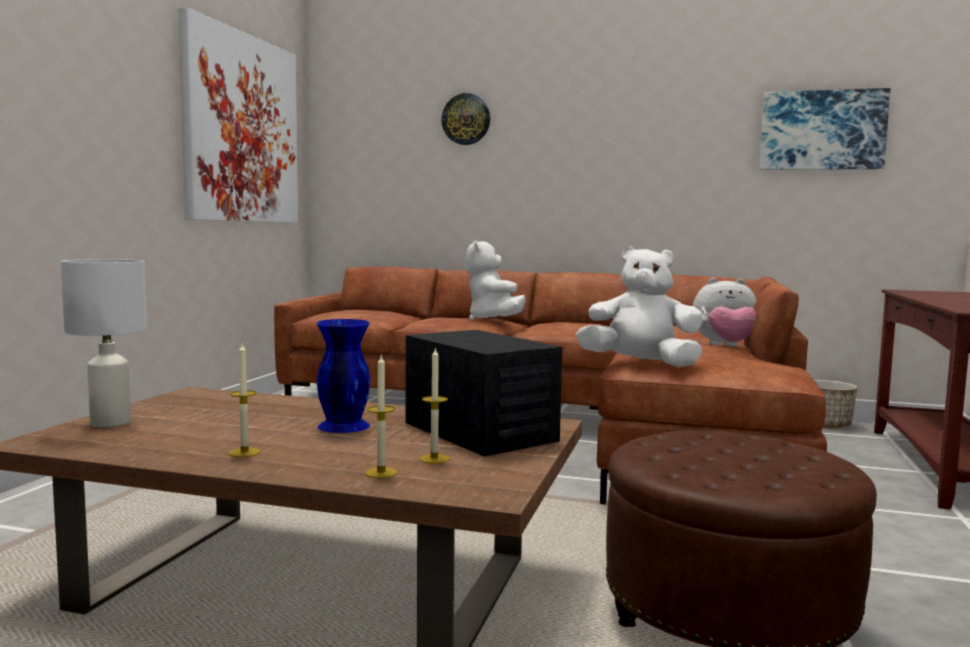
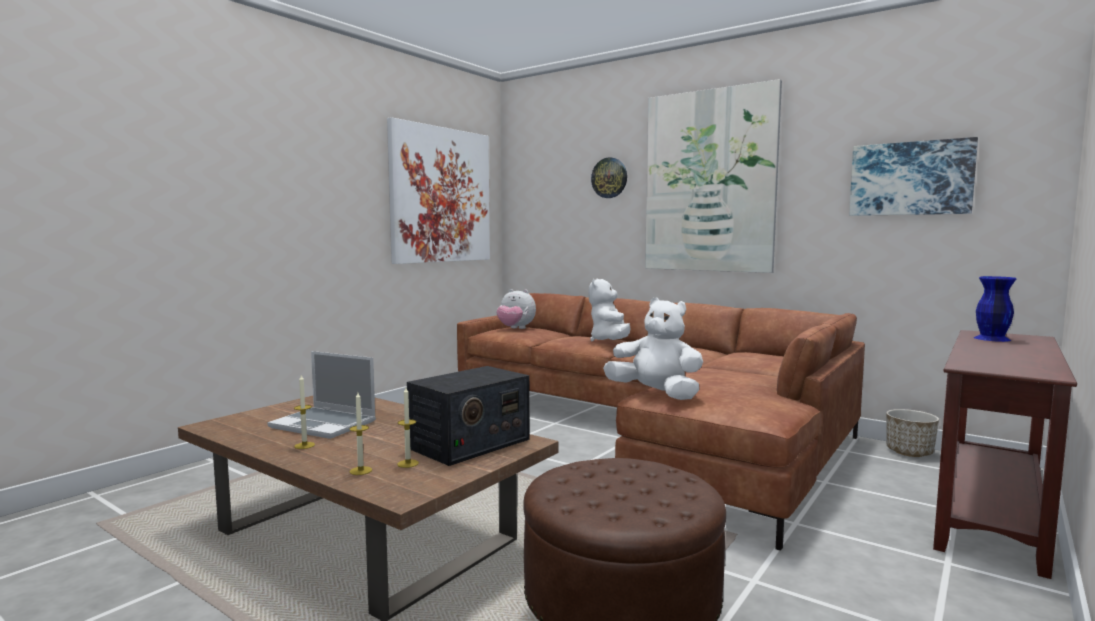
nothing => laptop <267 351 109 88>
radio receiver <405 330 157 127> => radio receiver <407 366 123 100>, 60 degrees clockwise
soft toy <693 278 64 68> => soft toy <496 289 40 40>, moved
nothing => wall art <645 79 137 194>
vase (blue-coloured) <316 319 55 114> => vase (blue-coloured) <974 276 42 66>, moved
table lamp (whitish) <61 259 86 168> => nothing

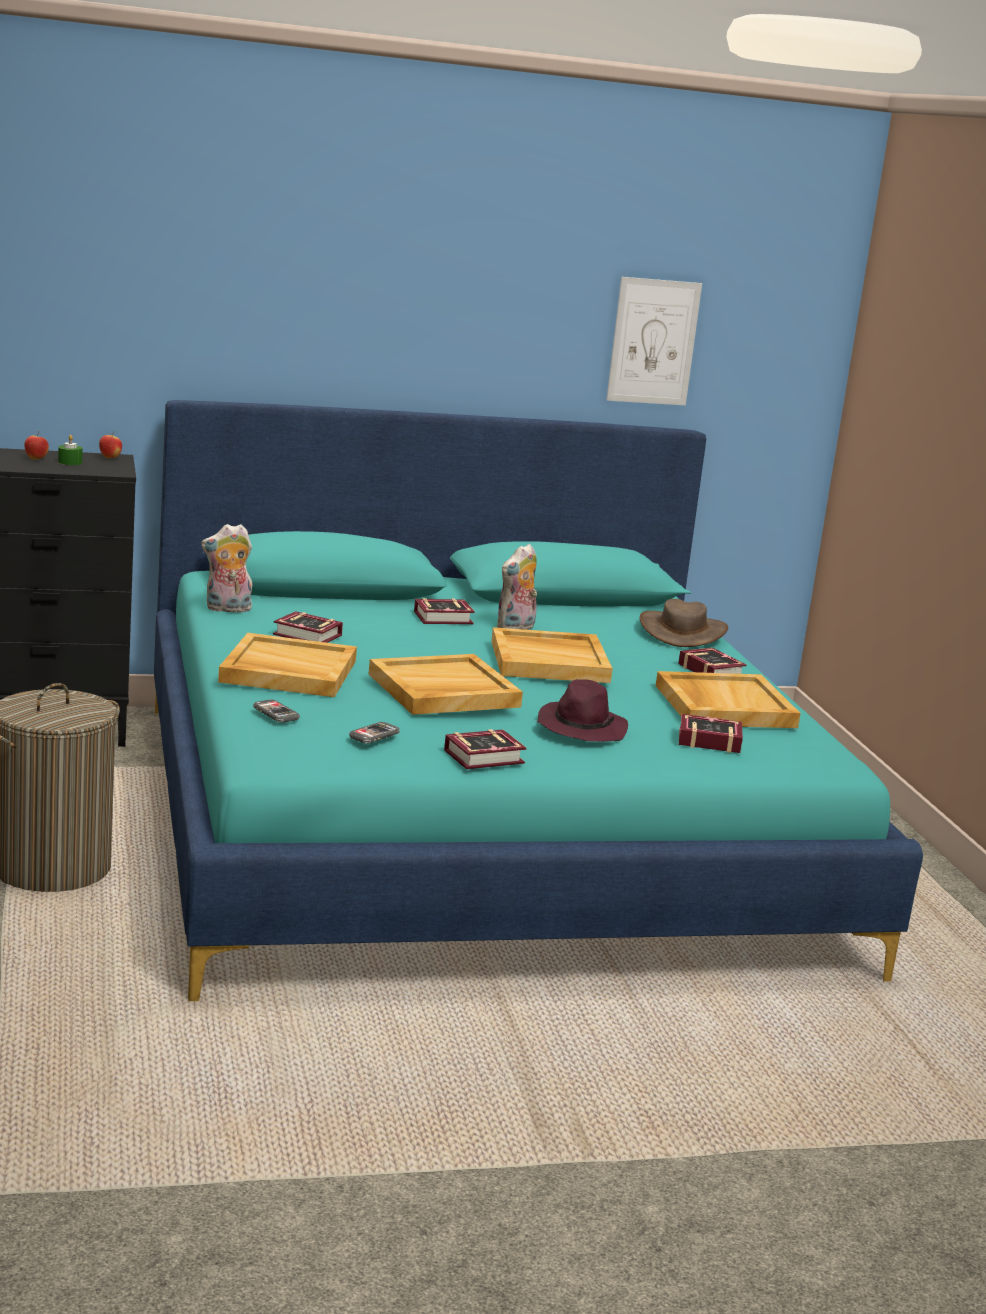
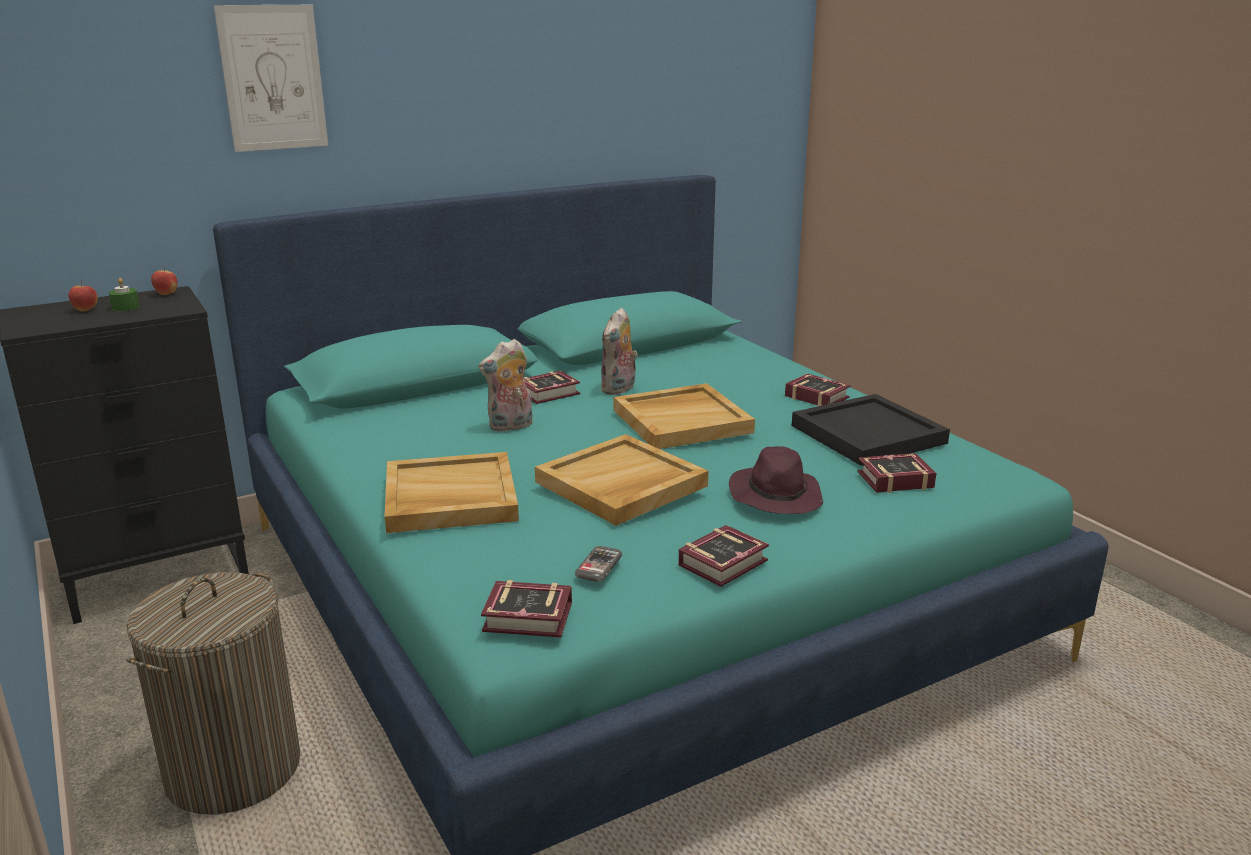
wall art <607 277 95 128> => wall art <214 5 114 147>, moved
soft toy <201 524 51 88> => soft toy <478 339 55 93>, moved
volume <273 611 70 32> => volume <481 580 91 57>, moved
carrying tray (sand-coloured) <656 671 145 57> => carrying tray (black) <792 394 158 72>
telephone <253 699 47 24> => nothing
clothing hat (brownish) <640 599 88 48> => nothing

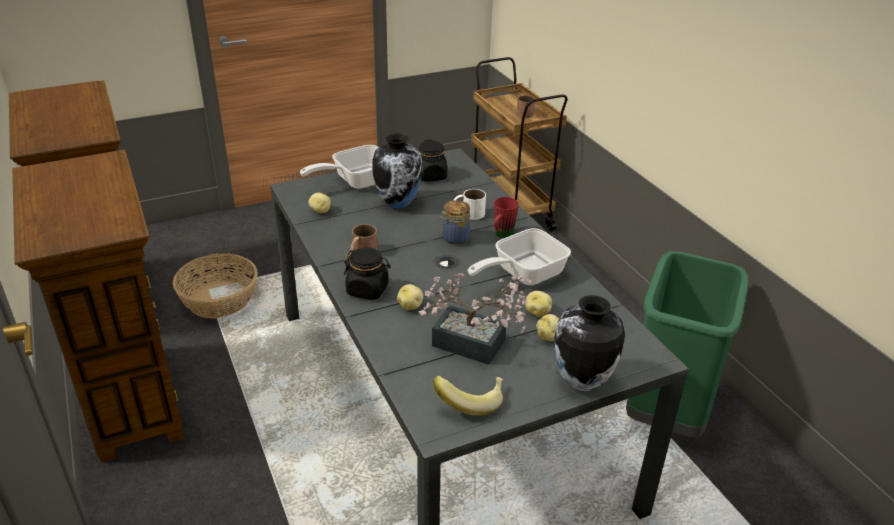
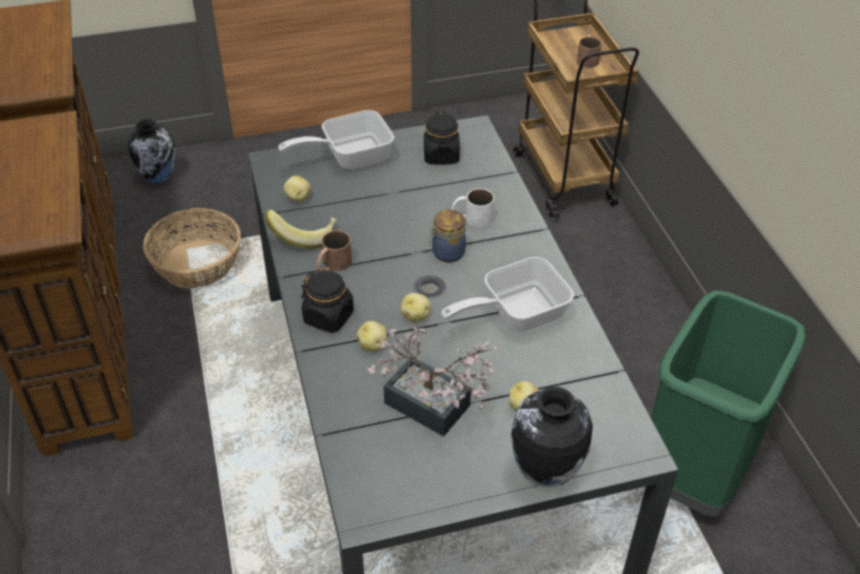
vase <372 133 51 76> => vase <128 119 47 64>, moved
banana <433 376 71 40> => banana <265 209 73 40>, moved
potato <525 291 27 25> => potato <401 293 30 29>, moved
tea mug (red-coloured) <494 197 25 41> => nothing

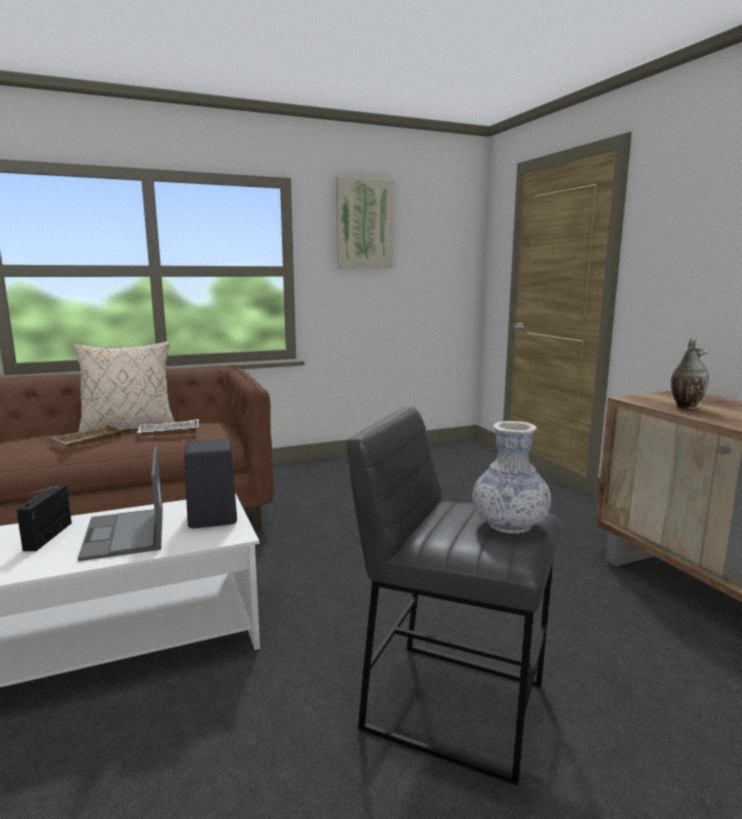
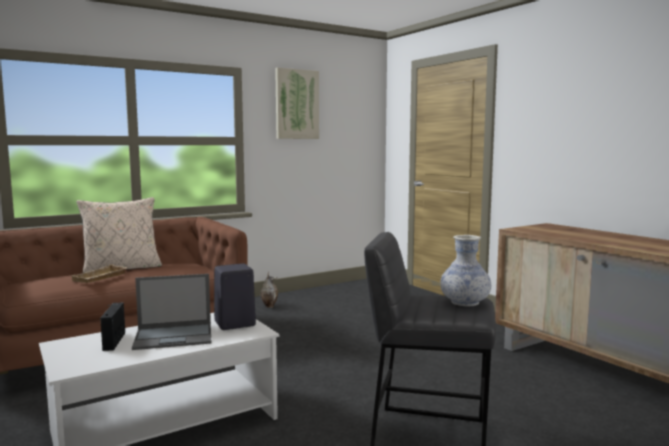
laptop <78 446 85 115> => laptop <132 274 80 76>, 75 degrees counterclockwise
vase <671 339 39 70> => vase <261 272 17 36>, moved
carrying tray (whitish) <137 419 62 18> => nothing

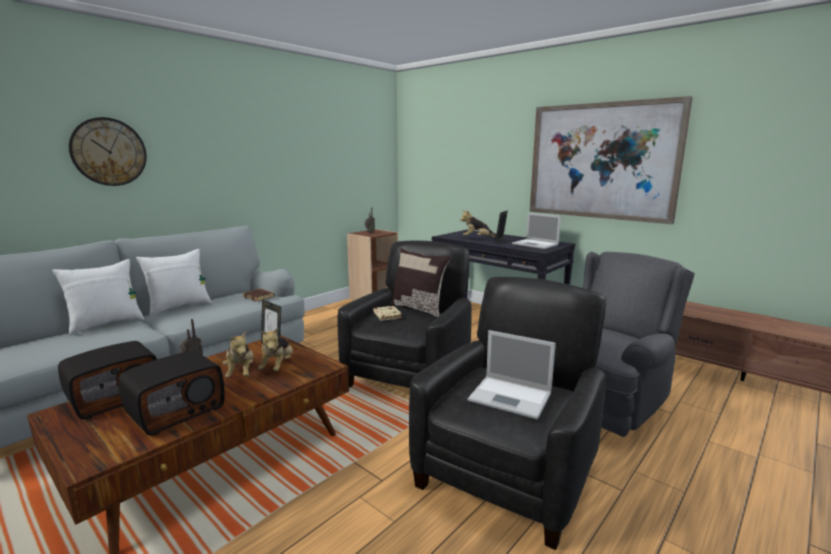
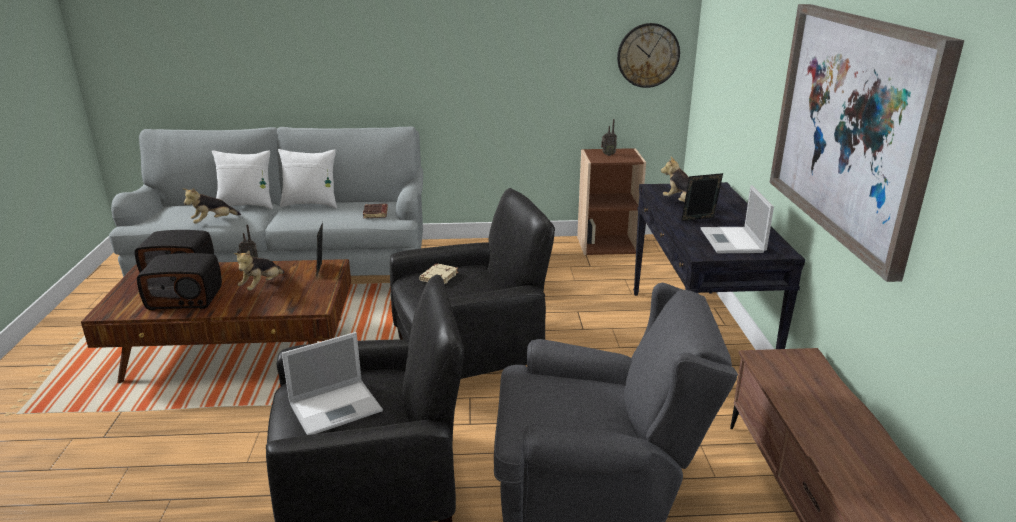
soft toy <258 327 35 44> => soft toy <182 188 59 36>, moved
laptop <468 330 88 90> => laptop <282 332 101 103>, 105 degrees counterclockwise
wall clock <69 117 78 69> => wall clock <617 23 63 65>, moved
cushion <391 248 60 69> => nothing

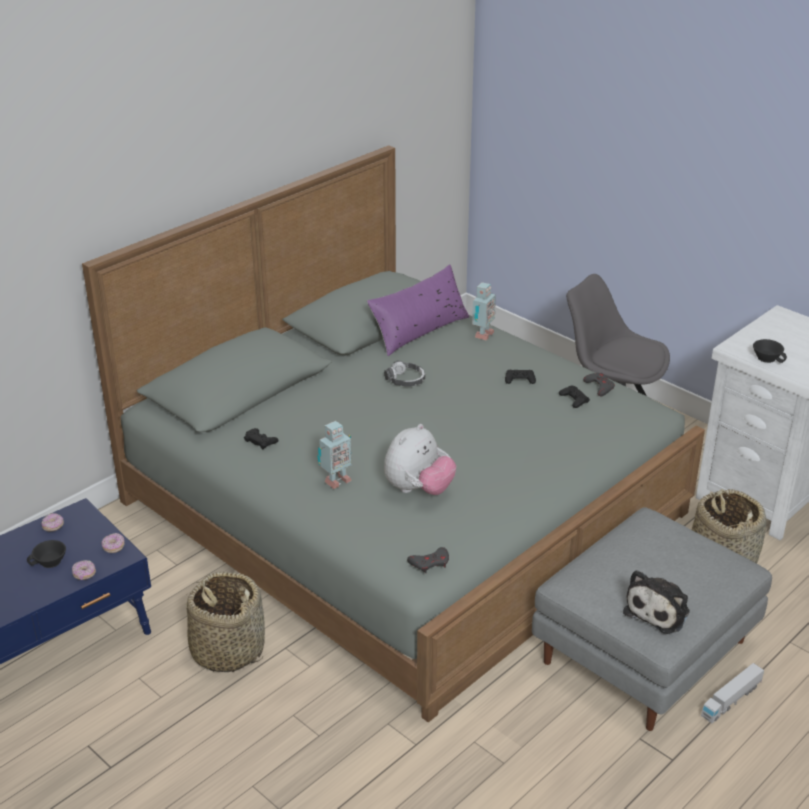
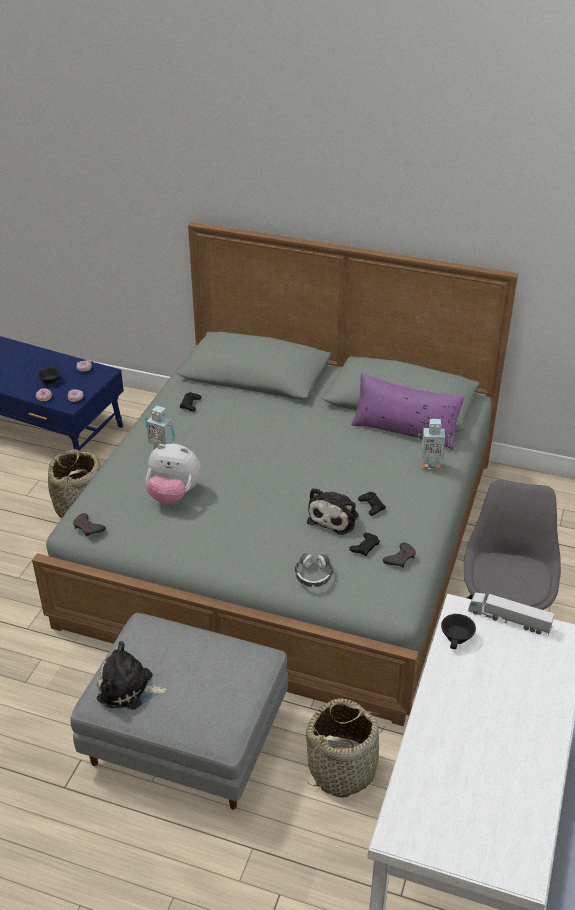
headset <384 360 41 27> => headset <295 553 38 34>, moved
nothing => soft toy <307 488 51 47>
toy lorry <701 663 63 60> => toy lorry <468 592 86 43>, moved

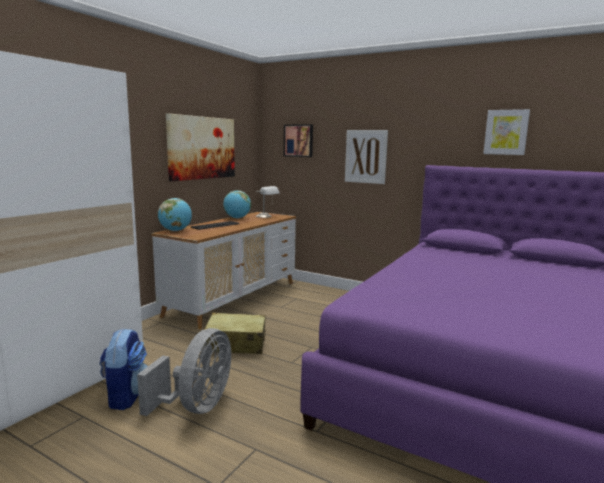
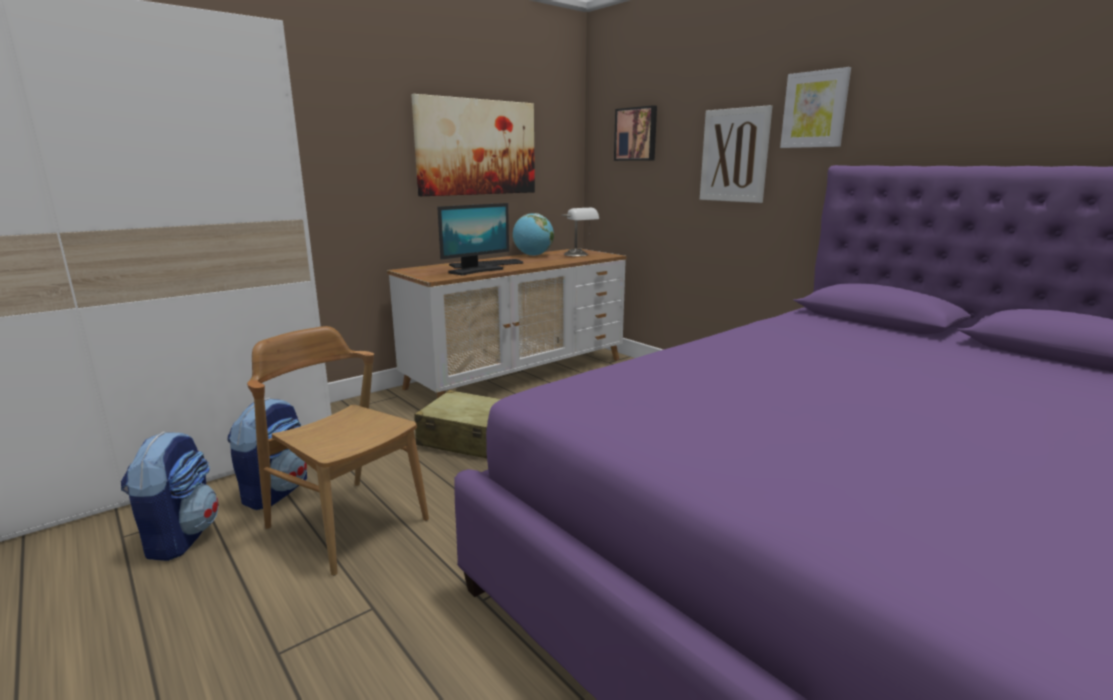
nothing => rucksack <121 431 98 130>
electric fan (gray) <137 328 94 88> => upright chair (brownish) <247 326 182 250>
nothing => computer display <437 203 72 73>
wall art <483 109 47 46> => wall art <780 67 71 81>, moved
desk globe <158 198 34 33> => nothing

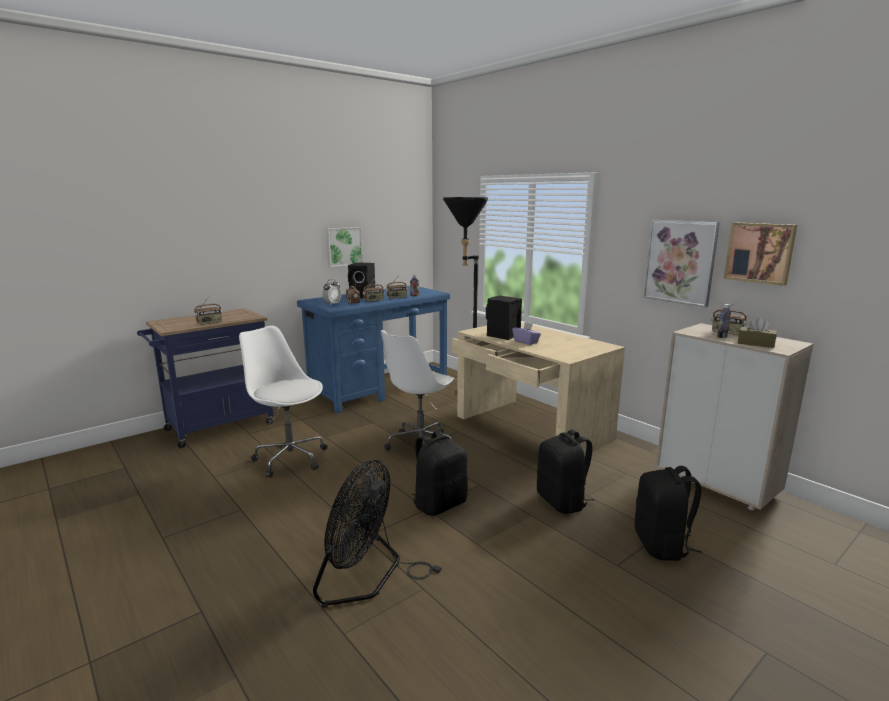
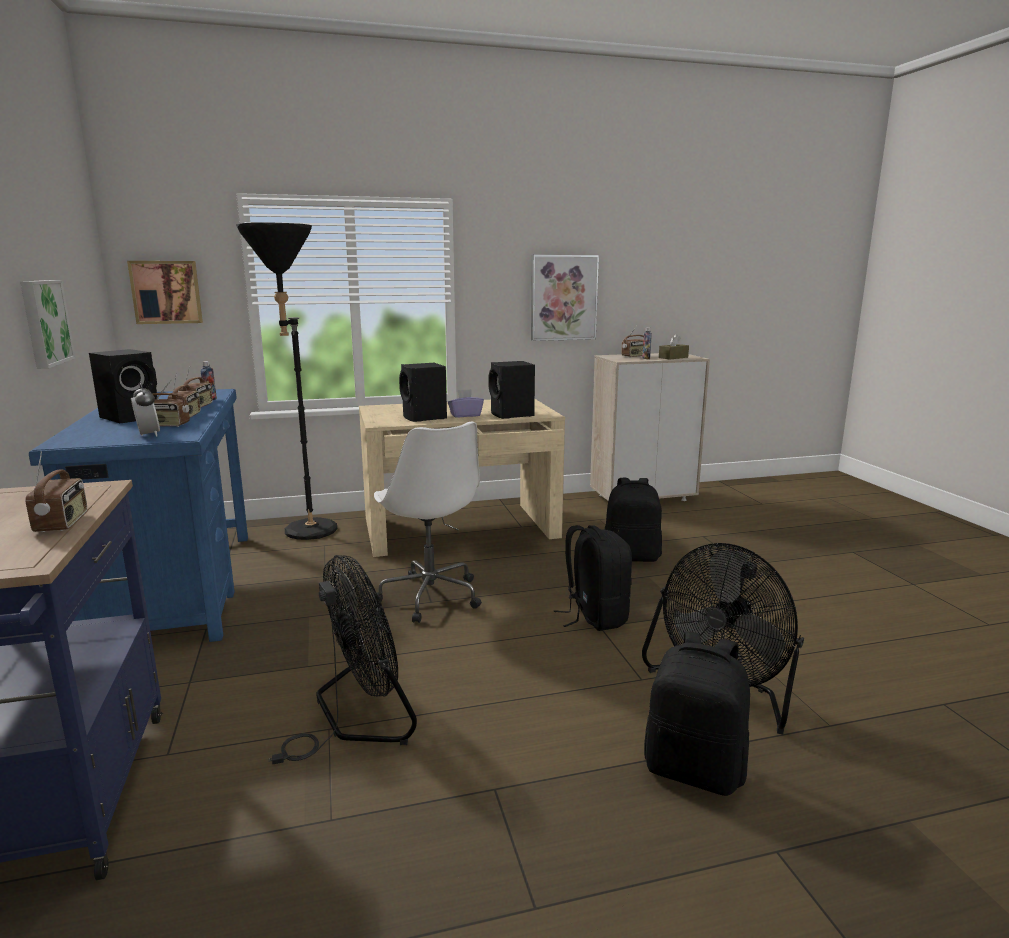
wall art <724 222 73 64> => wall art <127 261 76 63>, moved
computer chair (whitish) <239 326 89 152> => electric fan (black) <268 555 149 209>
nothing => speaker (black) <489 361 46 58>
rucksack (black) <634 466 68 95> => rucksack (black) <644 631 106 165>, moved

